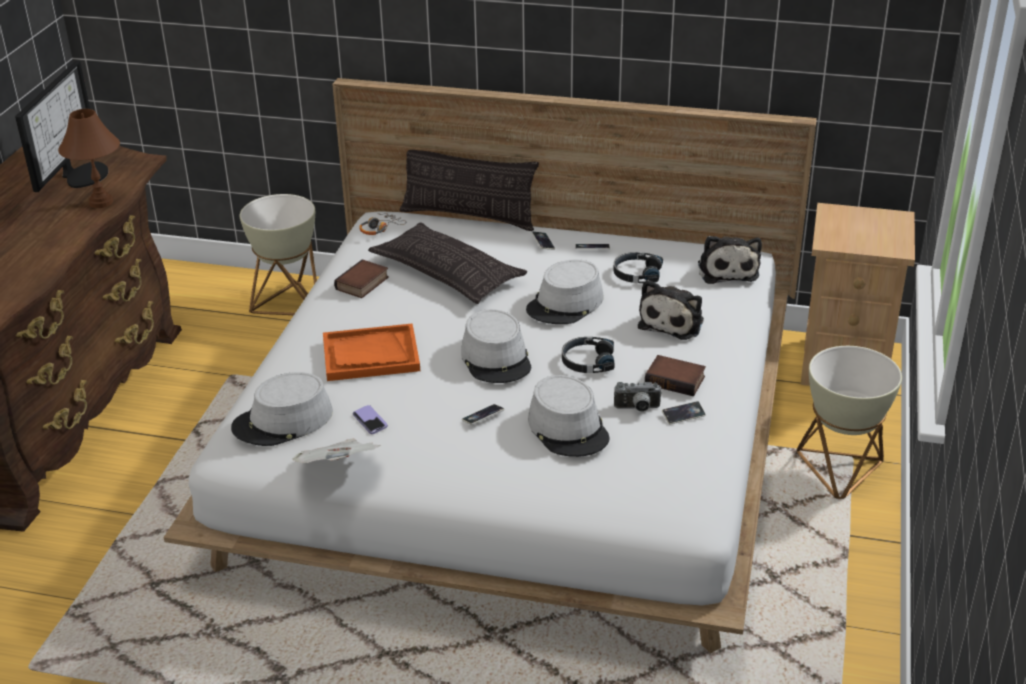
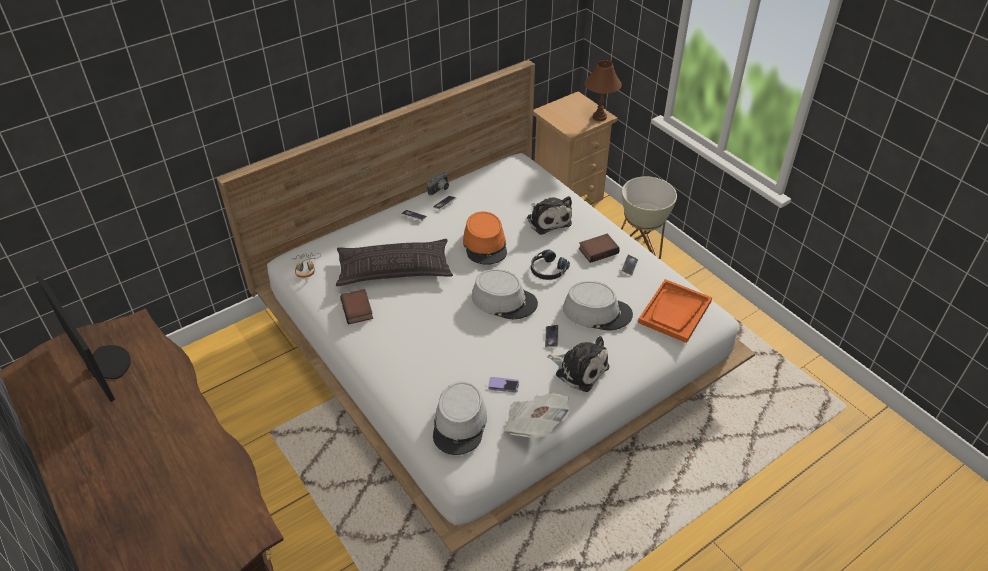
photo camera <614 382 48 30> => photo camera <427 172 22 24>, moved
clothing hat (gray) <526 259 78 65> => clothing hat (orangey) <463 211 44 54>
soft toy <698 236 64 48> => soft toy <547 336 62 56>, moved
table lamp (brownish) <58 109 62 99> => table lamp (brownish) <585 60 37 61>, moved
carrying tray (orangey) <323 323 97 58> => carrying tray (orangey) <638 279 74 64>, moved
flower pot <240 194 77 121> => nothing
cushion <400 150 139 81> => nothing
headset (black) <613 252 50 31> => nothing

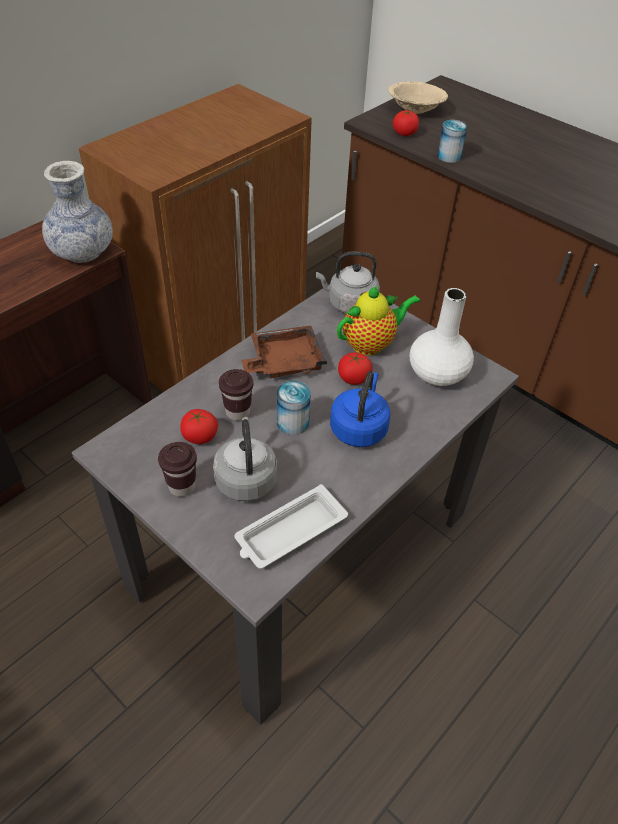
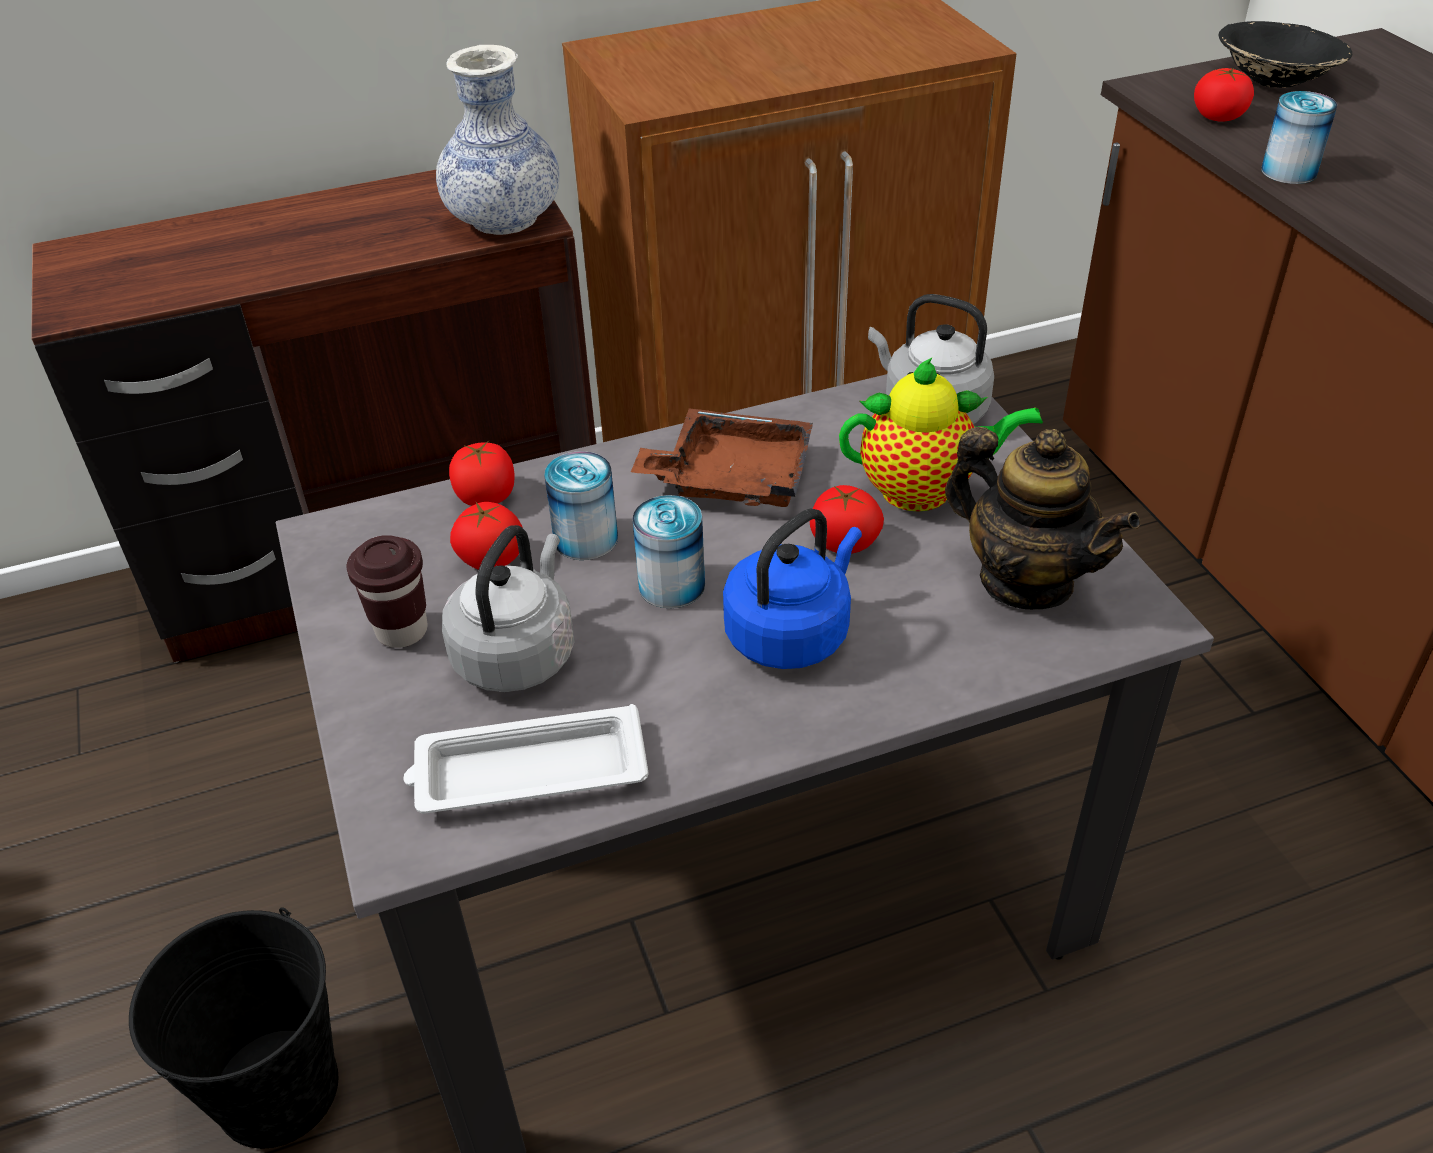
nothing => water bucket (black) <129 907 210 242>
nothing => fresh tomato <449 441 66 65>
drinking cup (brownish) <219 369 35 52> => metal can <544 451 74 109>
vase (whitish) <410 288 64 98> => tea pot <945 427 195 182>
serving bowl (sand-coloured) <389 81 59 33> => serving bowl (black) <1219 21 133 67>

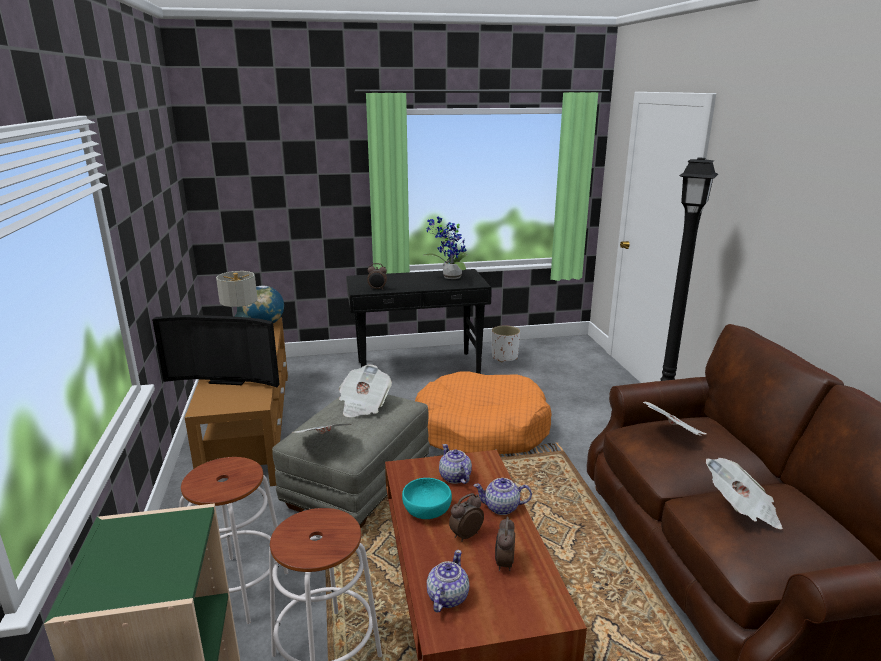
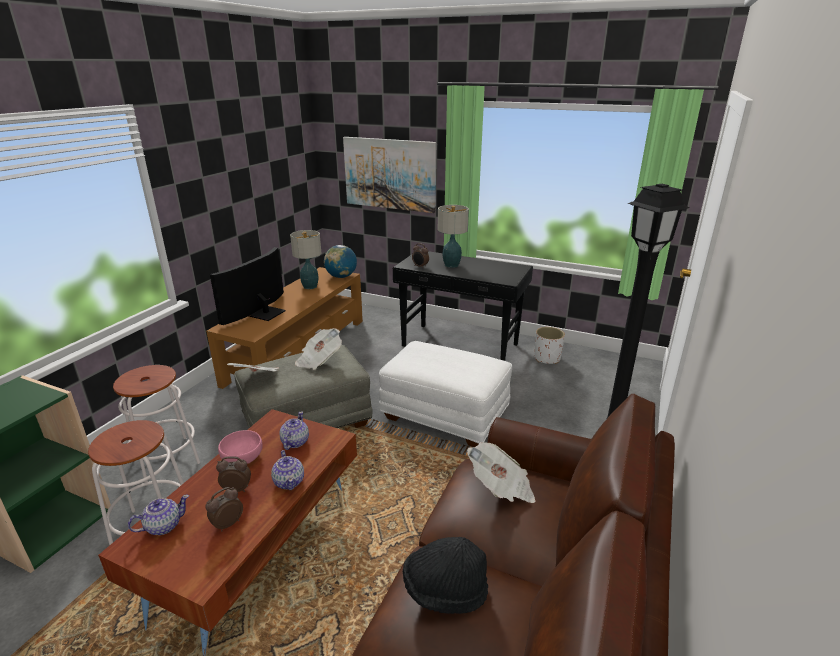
television <152 315 128 72> => television <210 247 76 78>, 75 degrees clockwise
serving bowl (blue-green) <402 478 50 41> => serving bowl (pinkish) <218 430 45 34>
tea pot <473 478 59 37> => tea pot <271 450 33 40>, 150 degrees counterclockwise
nothing => wall art <343 137 93 76>
pet bed (orangey) <415 371 137 83> => footrest (whitish) <379 341 133 106>
daily paper <706 458 77 72> => clothing hat (black) <403 537 85 77>
nothing => table lamp <438 205 31 63>
potted plant <424 216 43 63> => nothing

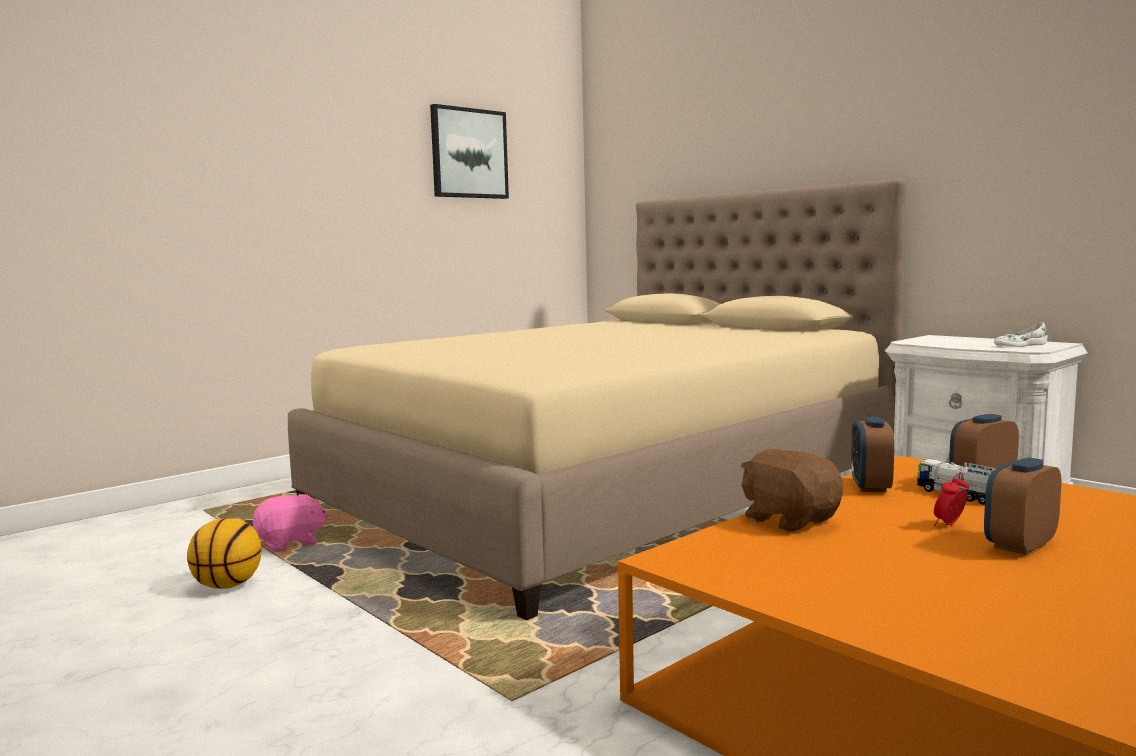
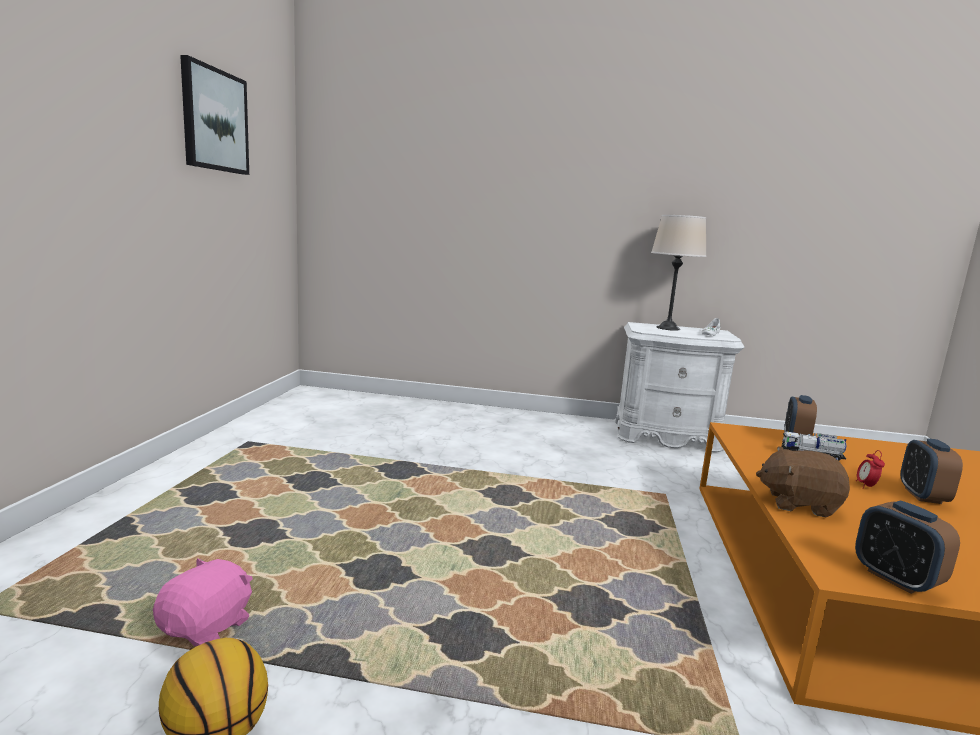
nothing => table lamp (sand-coloured) <651 215 56 116>
table clock <851 417 43 75> => table clock <855 500 105 94>, moved
bed (sand-coloured) <288 178 618 442> => nothing

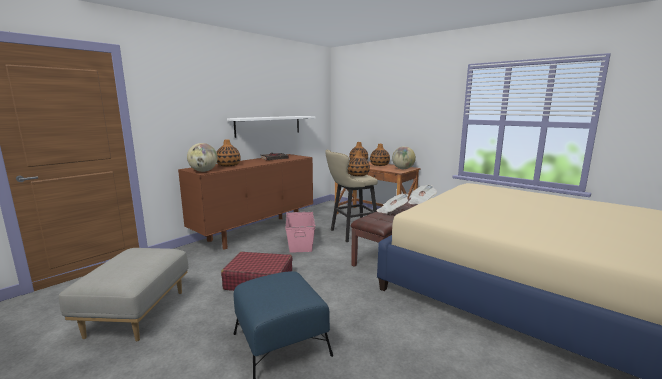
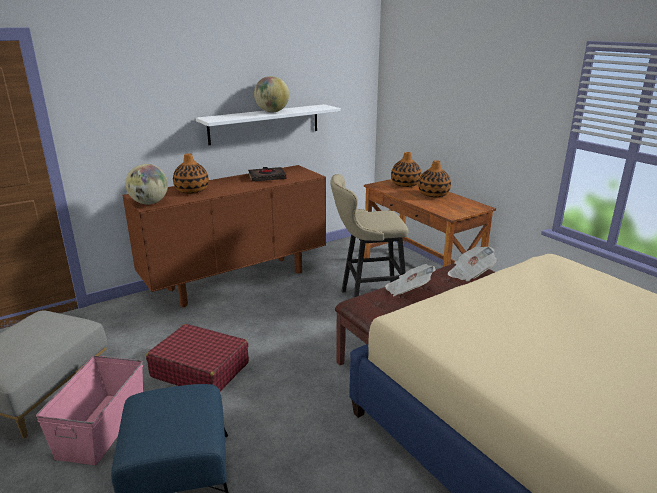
storage box (pinkish) <285 212 30 41> => storage box (pinkish) <36 356 107 109>, moved
desk globe <392 146 24 23> => desk globe <254 76 35 37>, moved
vase <348 151 22 25> => nothing

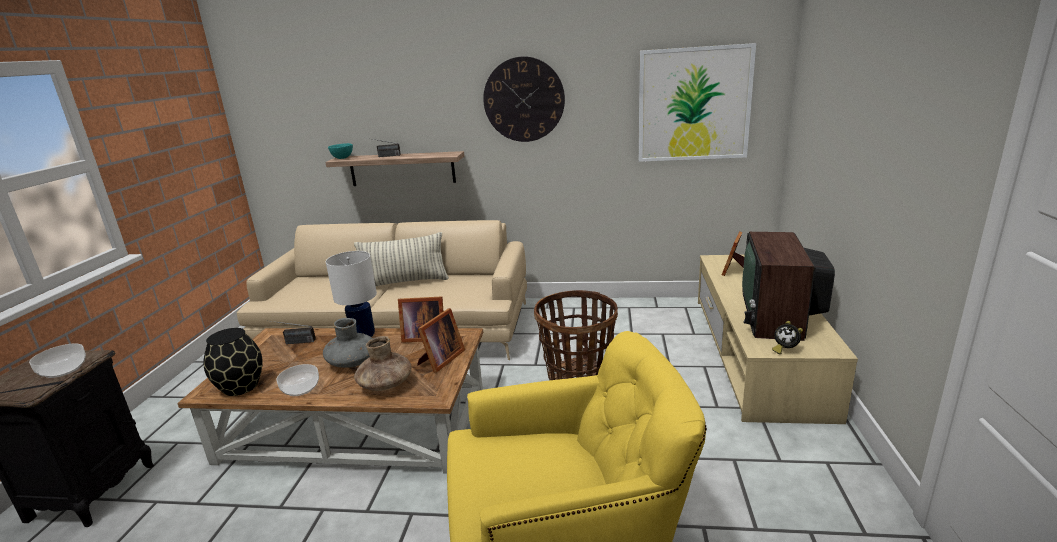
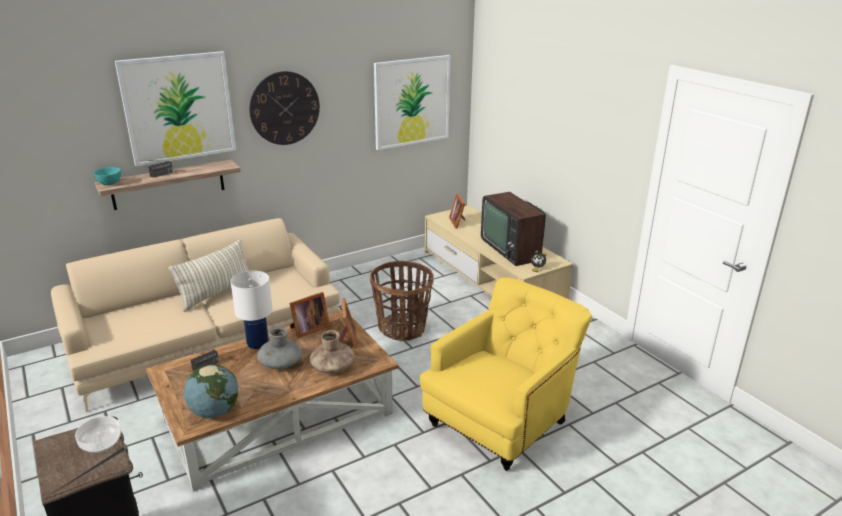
nothing => wall art <115 51 121 115>
vase (black) <204 328 59 68> => desk globe <184 364 54 54>
serving bowl <277 364 42 32> => nothing

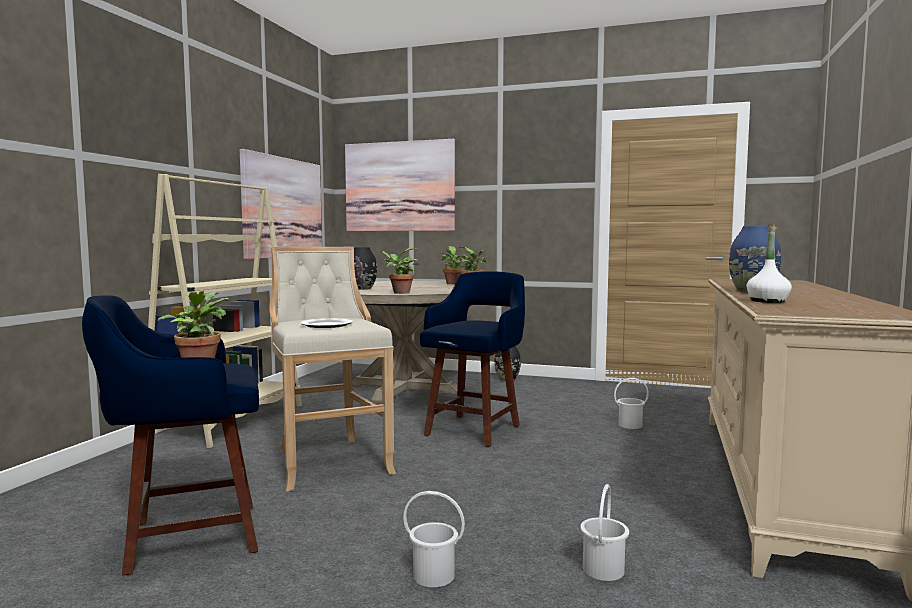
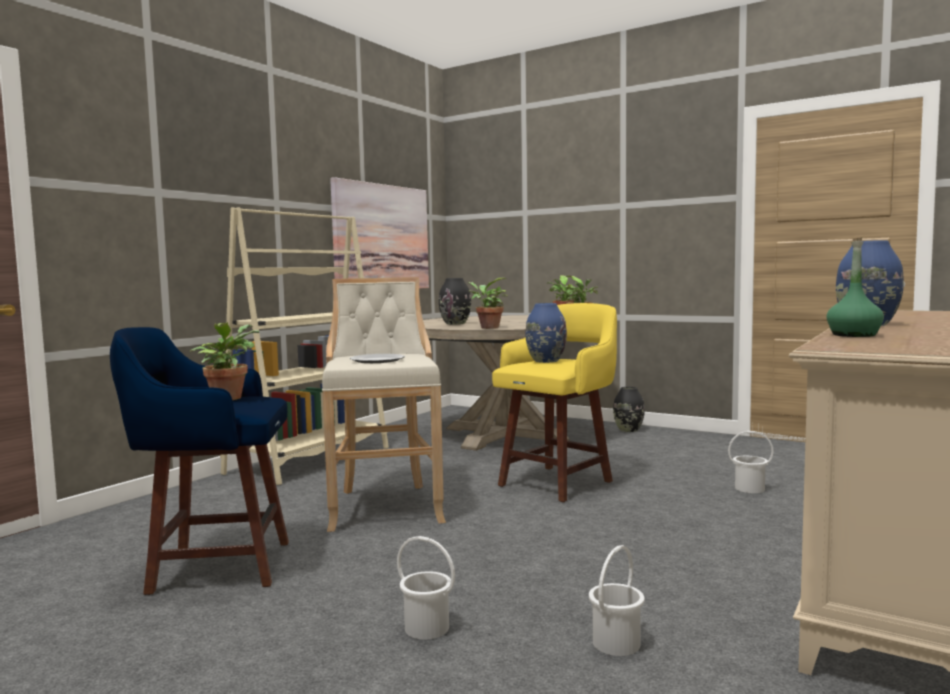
stool seat (blue-coloured) <420 271 105 176> => stool seat (yellowish) <492 303 125 199>
nothing => vase (blue-coloured) <526 303 41 60>
drink bottle (whitish) <746 224 46 79> => drink bottle (greenish) <826 237 58 100>
wall art <345 139 110 92> => nothing

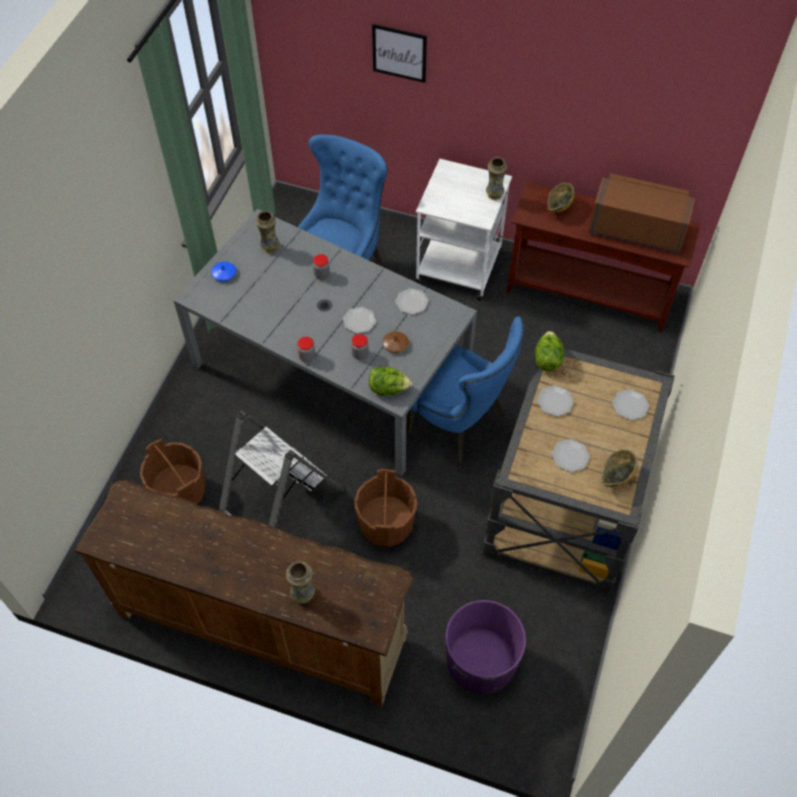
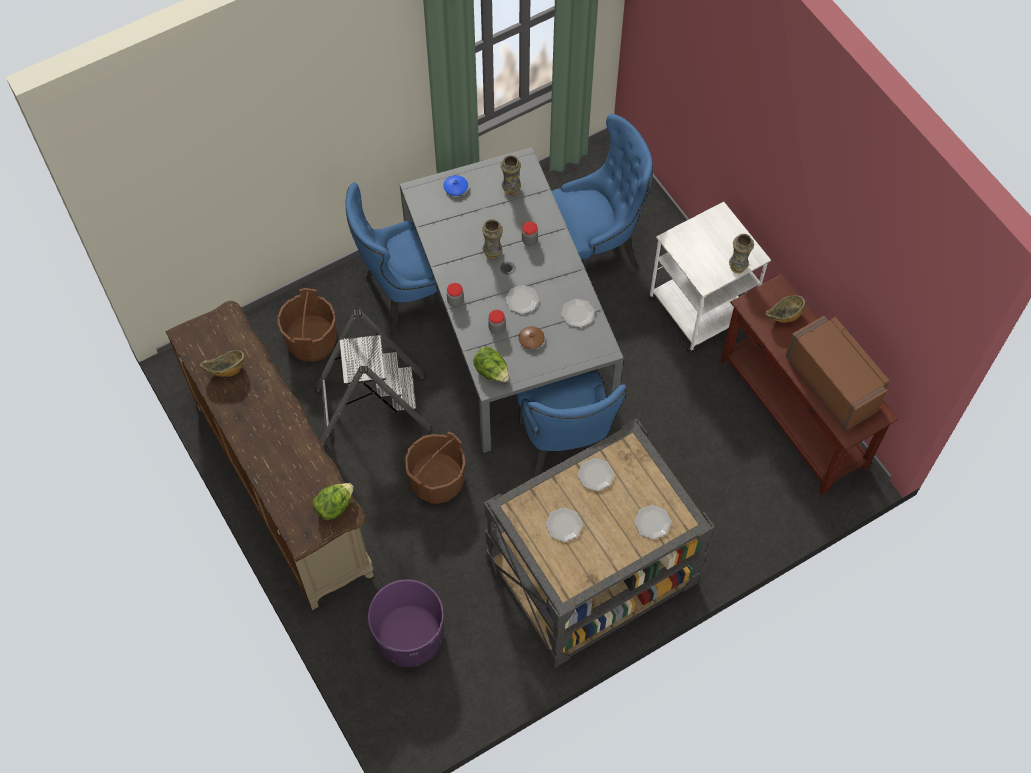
serving bowl <600 449 38 38> => serving bowl <200 350 45 27>, moved
lettuce head <535 331 29 40> => lettuce head <312 483 42 37>, moved
nothing => upright chair (blue-coloured) <345 182 94 155>
vase <286 561 29 42> => vase <482 219 21 40>, moved
wall art <372 24 55 59> => nothing

